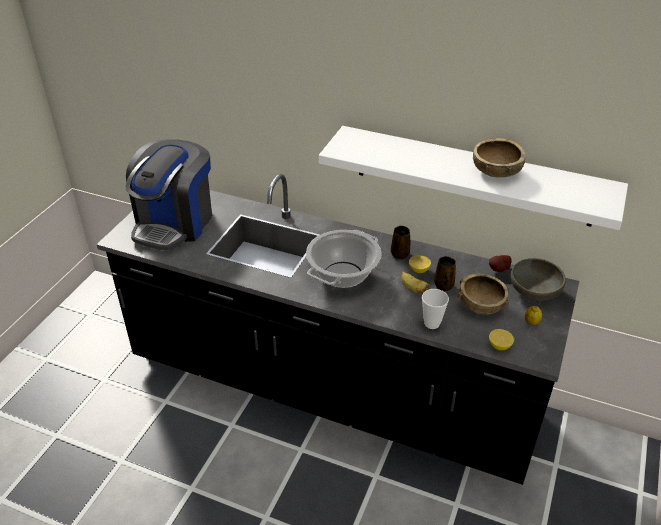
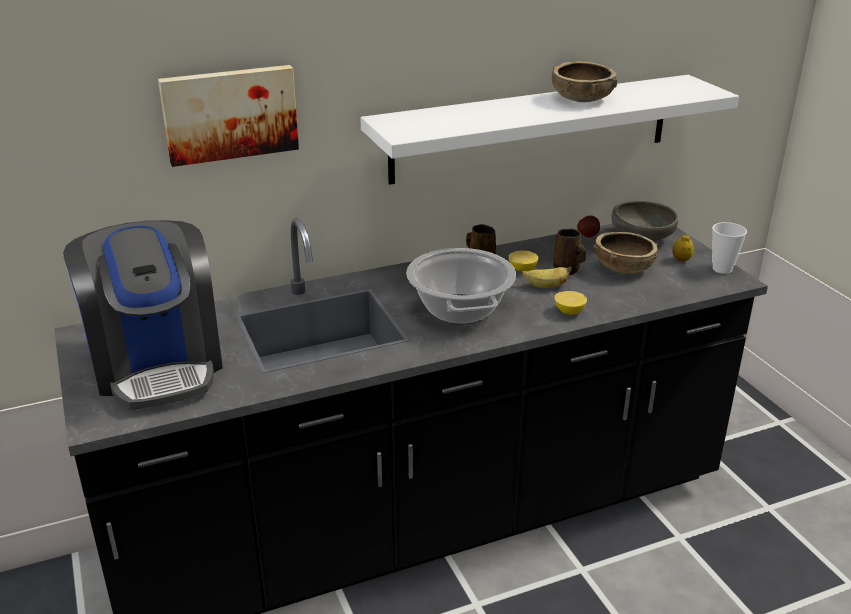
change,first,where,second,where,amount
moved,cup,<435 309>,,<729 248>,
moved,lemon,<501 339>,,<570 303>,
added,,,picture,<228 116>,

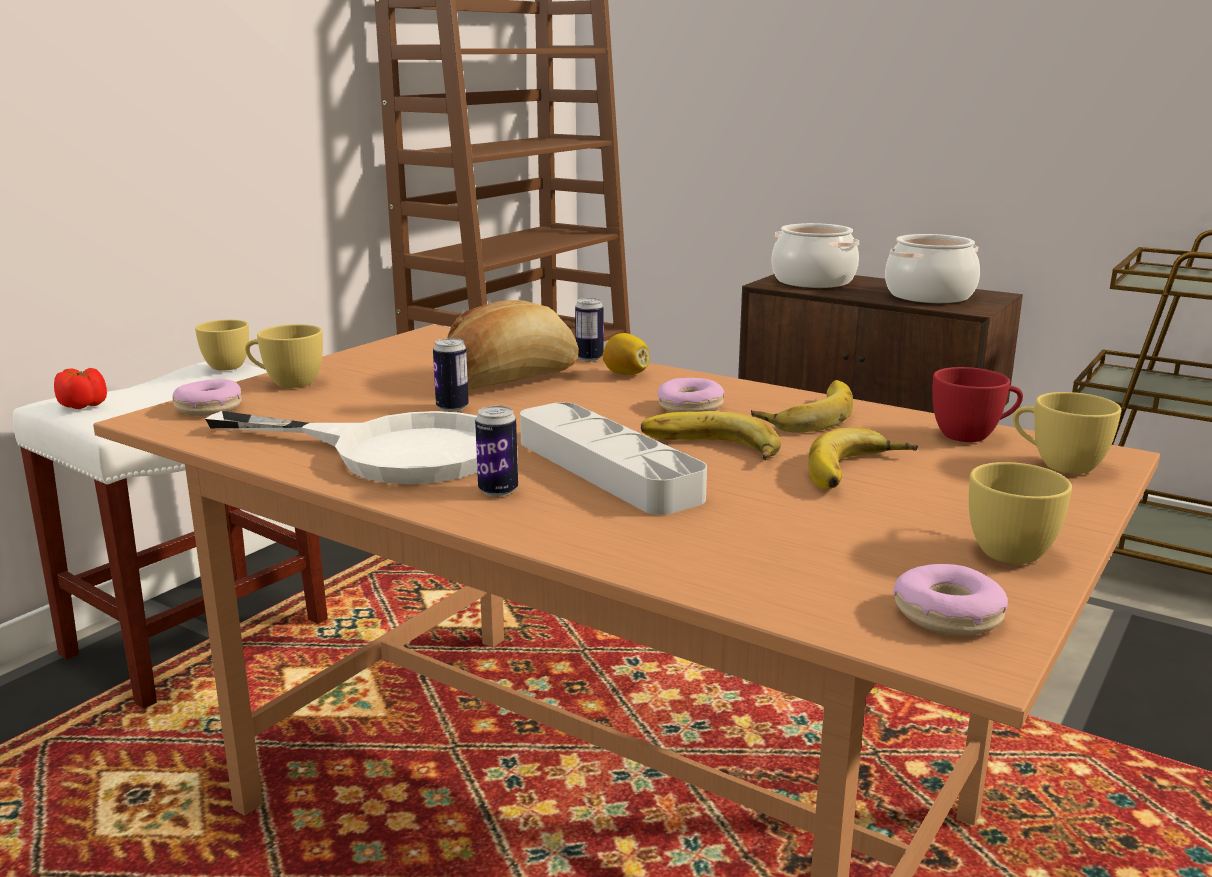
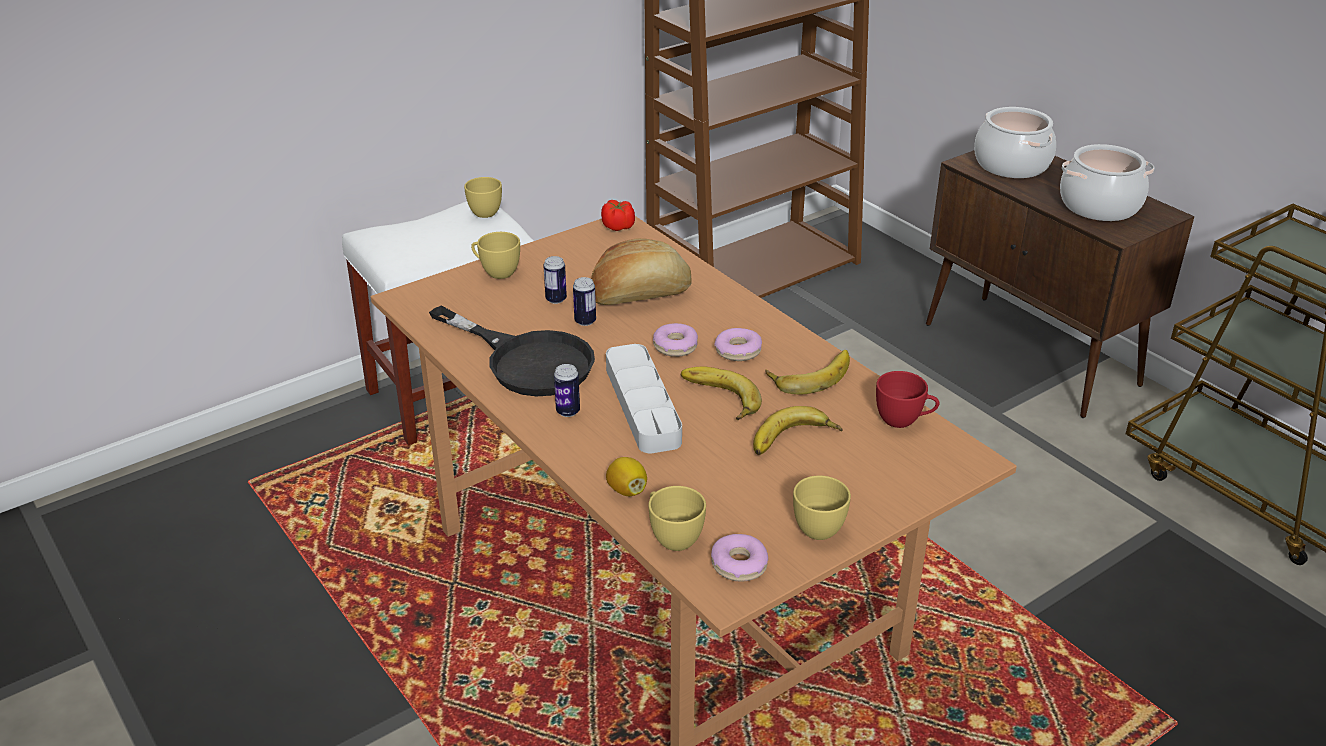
change,first,where,second,where,amount
moved,tomato,<80 388>,,<618 215>,
moved,donut,<207 397>,,<675 340>,
recoloured,frying pan (white),<341 447>,frying pan (black),<512 351>,
moved,can,<589 329>,,<555 280>,
moved,lemon,<626 354>,,<626 476>,
moved,cup (yellow),<1067 433>,,<677 518>,

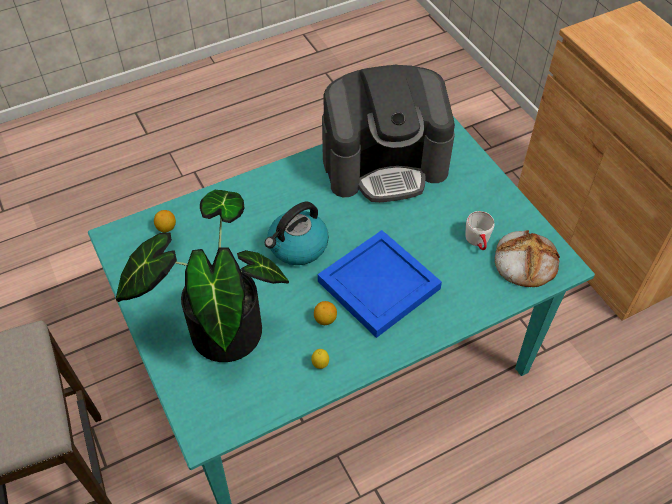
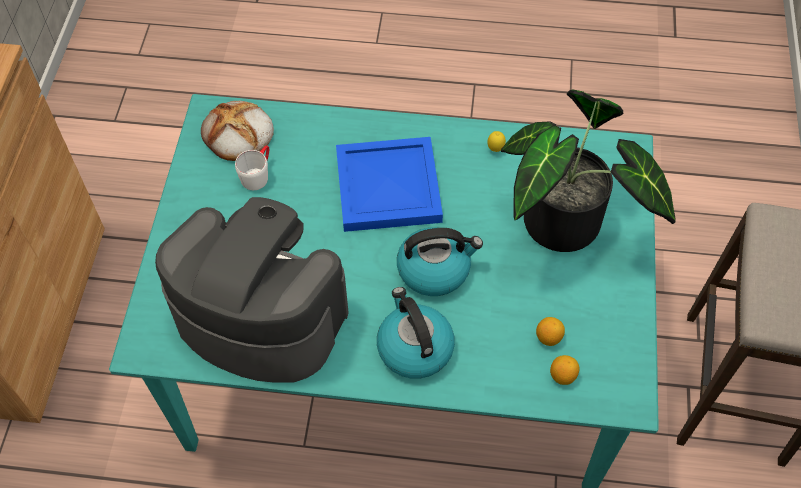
change,first,where,second,where,amount
moved,lemon,<325 313>,,<550 331>,
added,,,kettle,<416 333>,

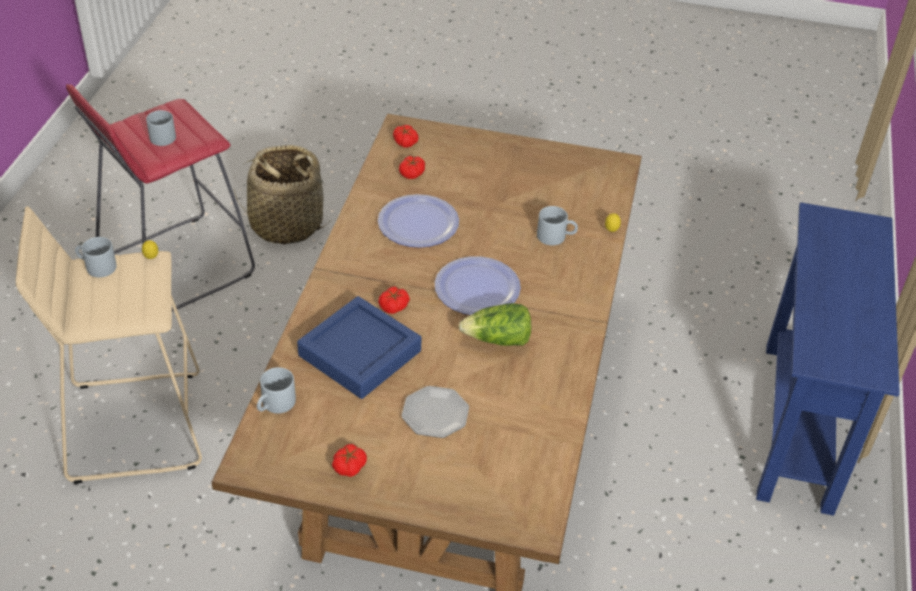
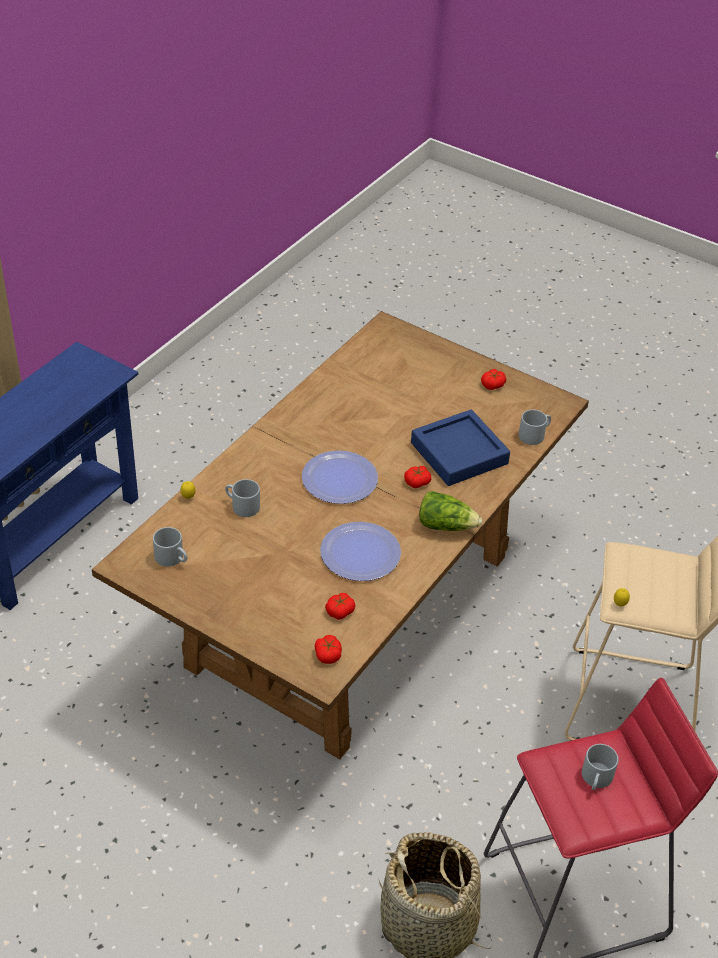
change,first,where,second,where,amount
moved,mug (grey),<96 257>,,<170 547>,
removed,plate,<435 412>,,,
moved,lettuce,<494 324>,,<450 511>,

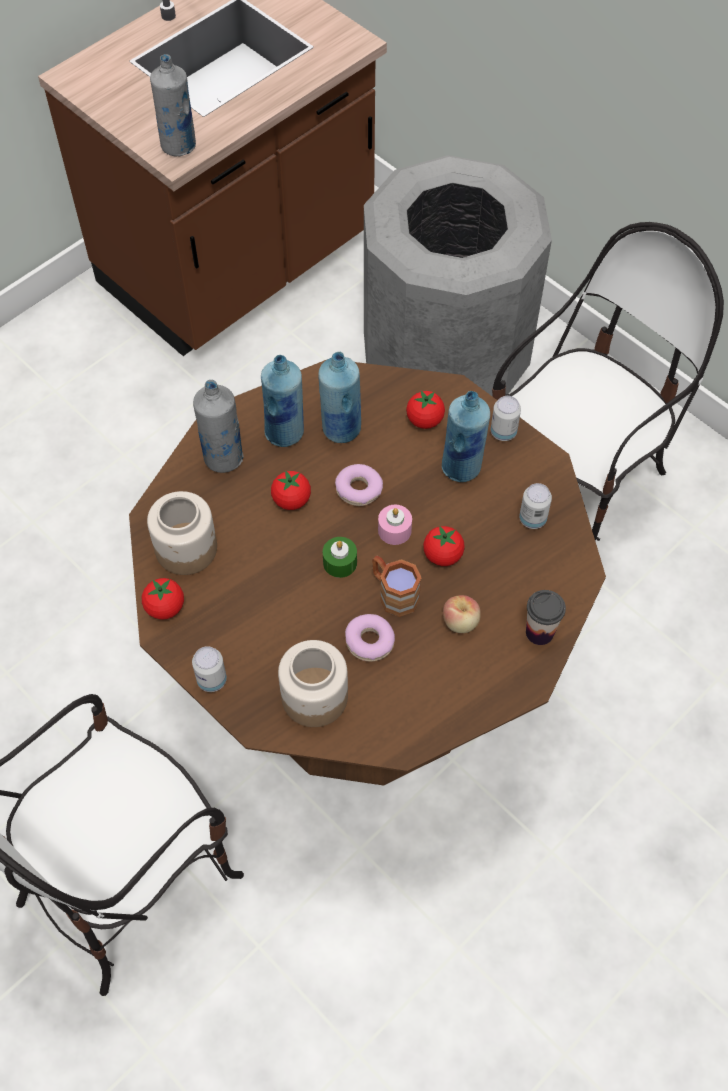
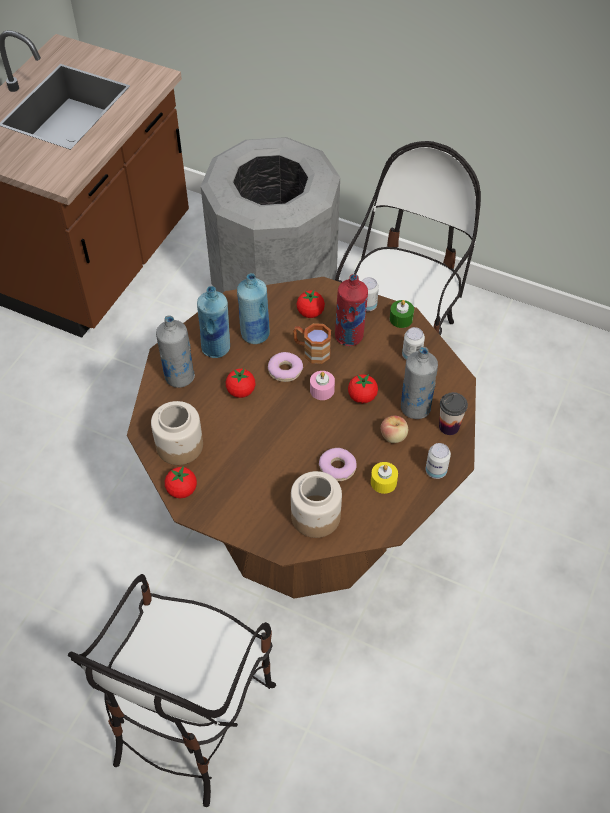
change,first,where,second,where,amount
moved,bottle (grey),<173 105>,,<419 383>,
moved,can,<209 669>,,<438 461>,
moved,candle (green),<340 557>,,<402 314>,
moved,mug (brown),<397 586>,,<312 343>,
recoloured,bottle (blue),<466 436>,bottle (red),<351 310>,
added,,,candle (yellow),<384 478>,

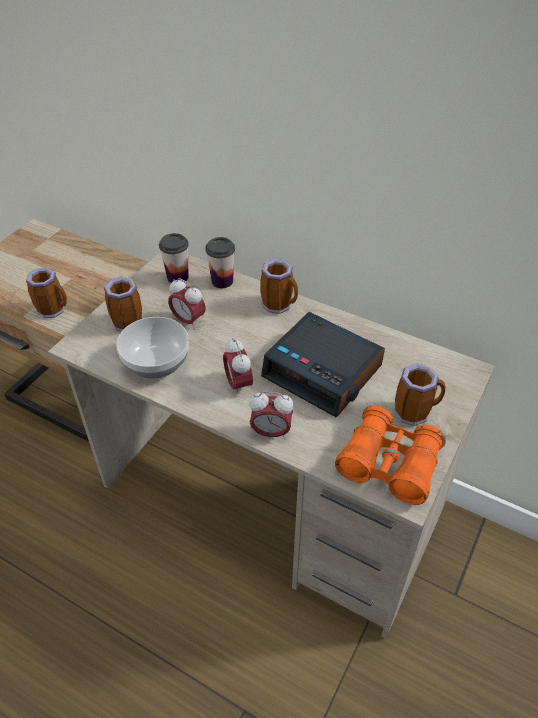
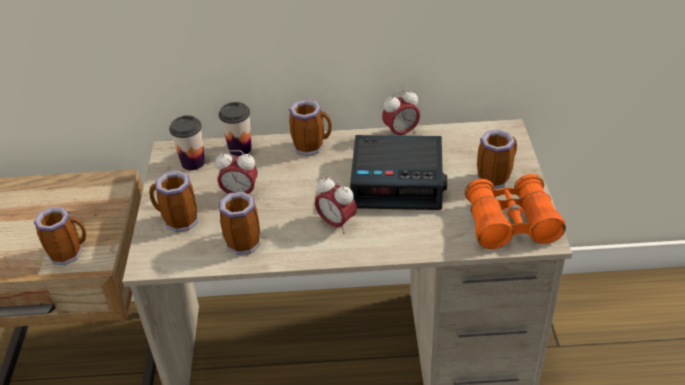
change,first,where,second,where,amount
replaced,bowl,<152 348>,mug,<240 223>,
moved,alarm clock,<271 415>,,<401 112>,

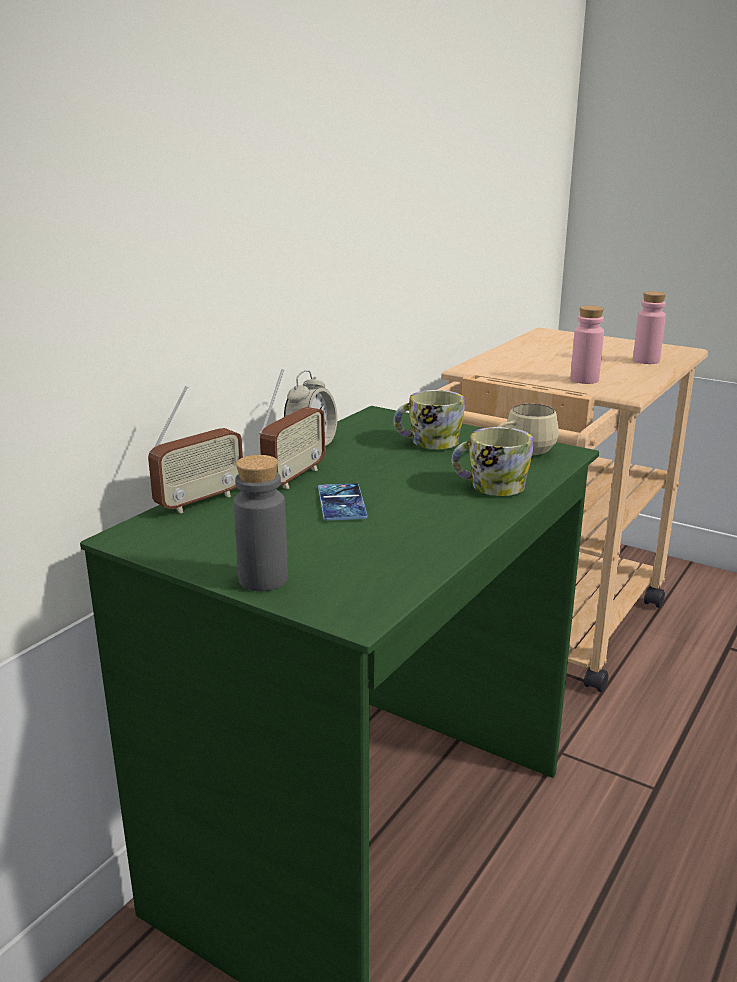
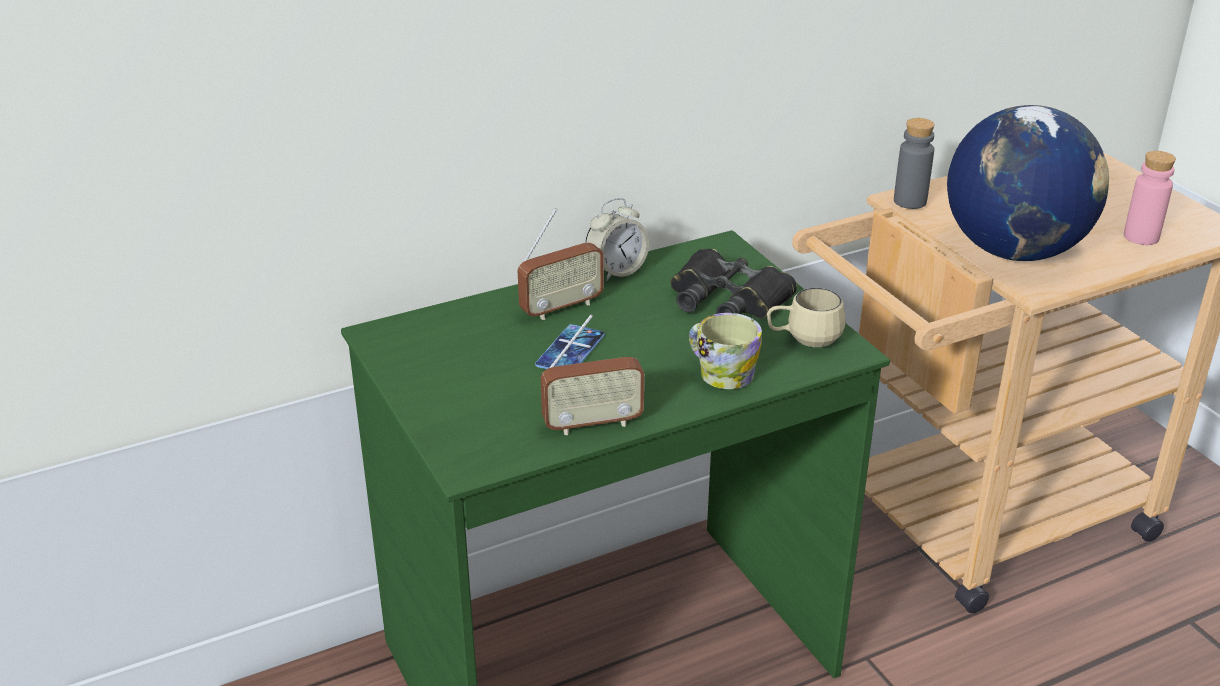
change,first,where,second,where,amount
moved,radio,<195 449>,,<592 375>,
moved,bottle (grey),<261 523>,,<914 163>,
replaced,mug,<429 419>,binoculars (black),<733 284>,
replaced,bottle (pink),<587 344>,globe,<1028 183>,

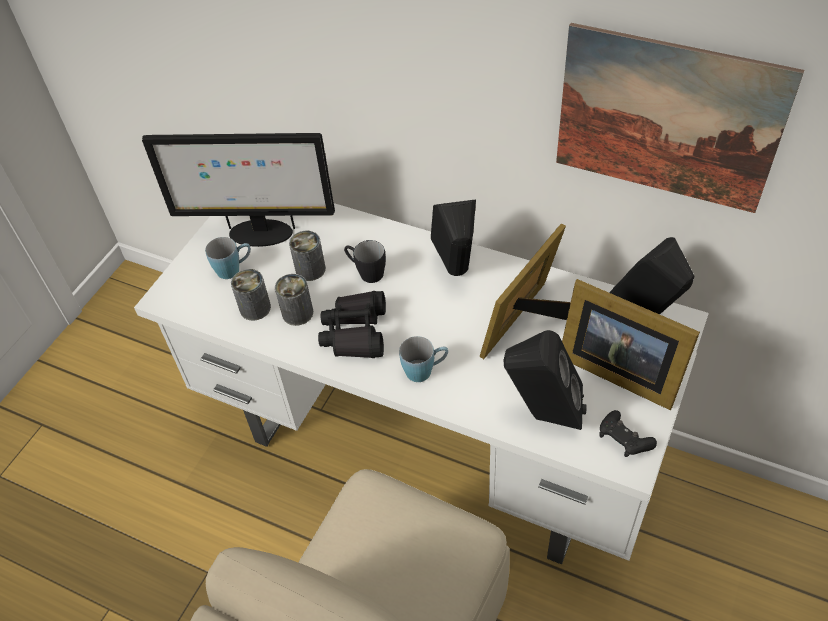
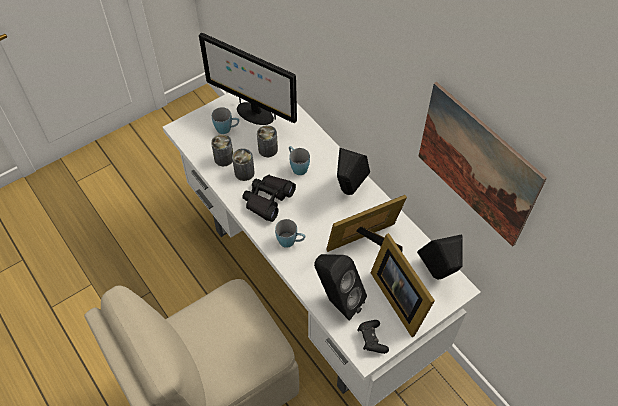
change,first,where,second,where,amount
recoloured,mug (black),<365 261>,mug (blue),<299 160>,

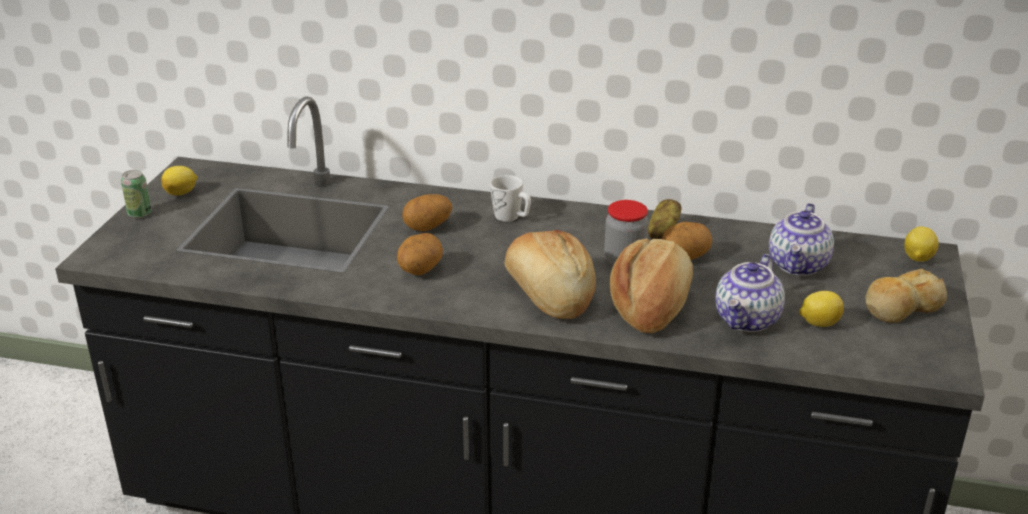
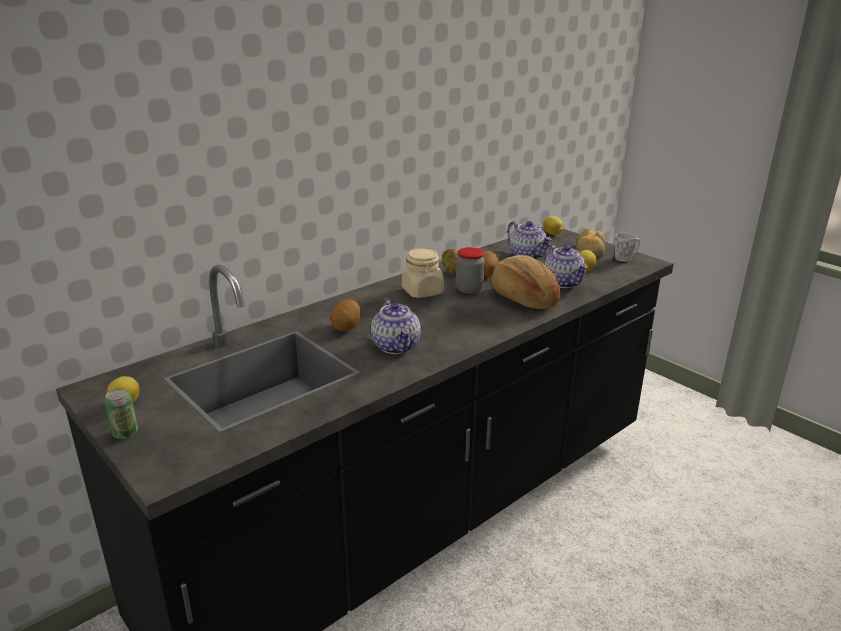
change,first,where,second,where,amount
replaced,potato,<420 254>,teapot,<396 326>,
moved,mug (white),<510 198>,,<627 247>,
removed,bread,<550 274>,,,
added,,,jar (beige),<423 273>,

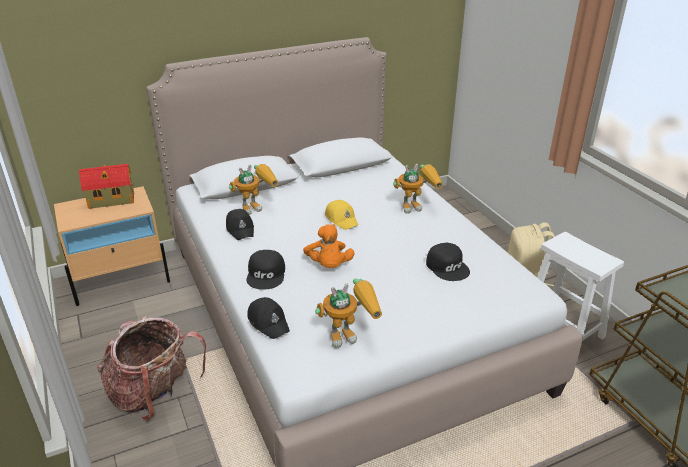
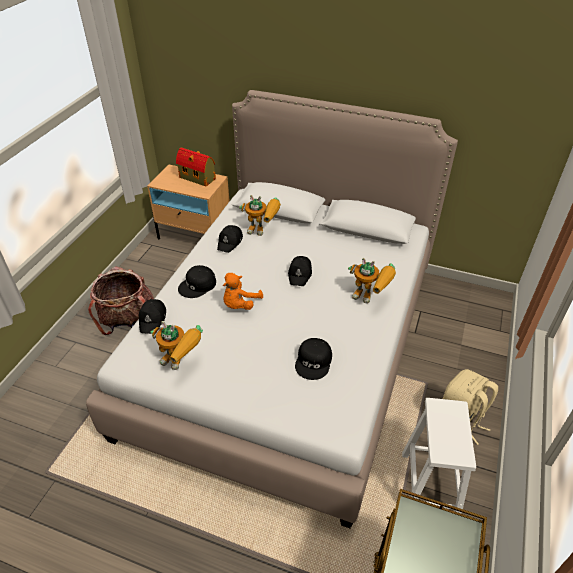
change,first,where,second,where,amount
recoloured,cap (yellow),<341 215>,cap (black),<300 271>,

